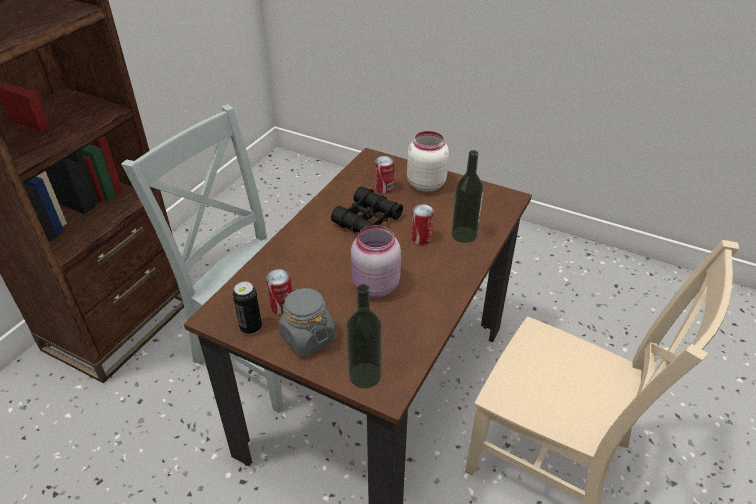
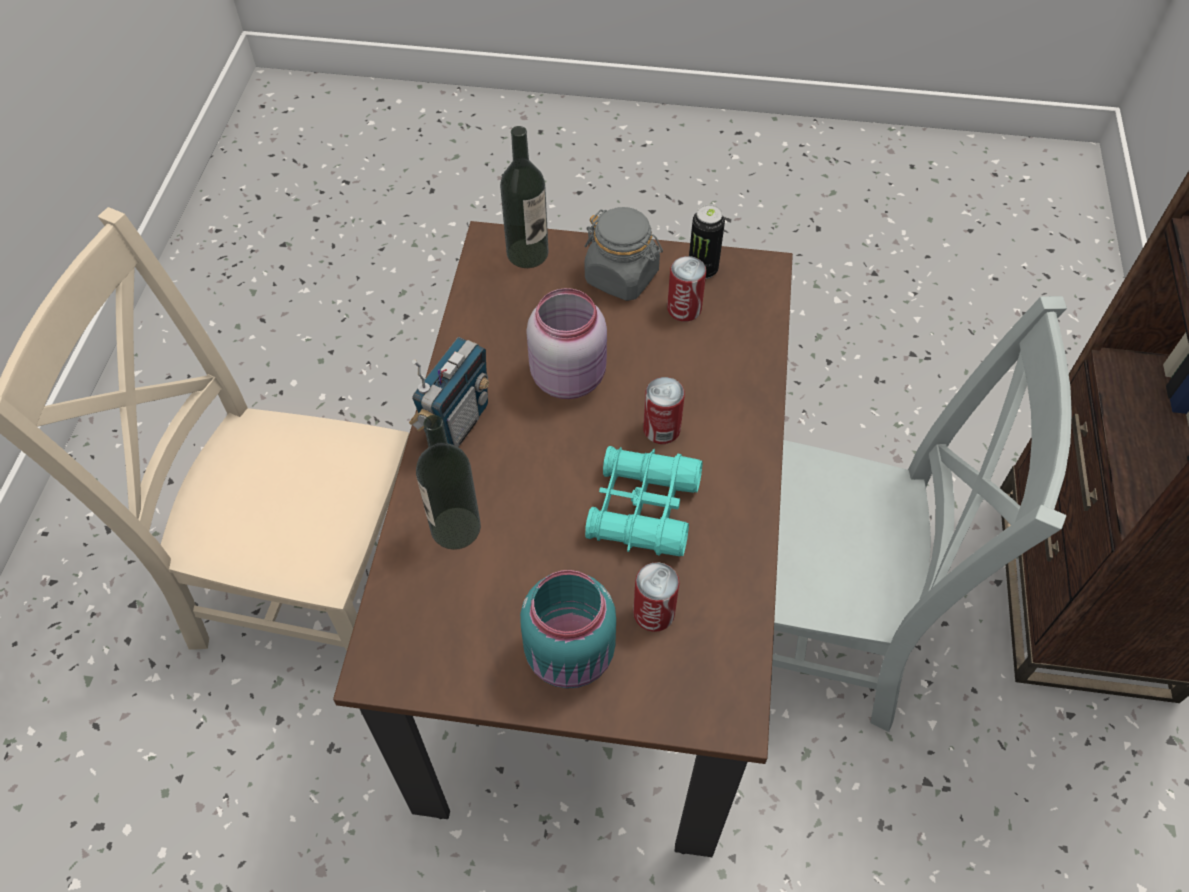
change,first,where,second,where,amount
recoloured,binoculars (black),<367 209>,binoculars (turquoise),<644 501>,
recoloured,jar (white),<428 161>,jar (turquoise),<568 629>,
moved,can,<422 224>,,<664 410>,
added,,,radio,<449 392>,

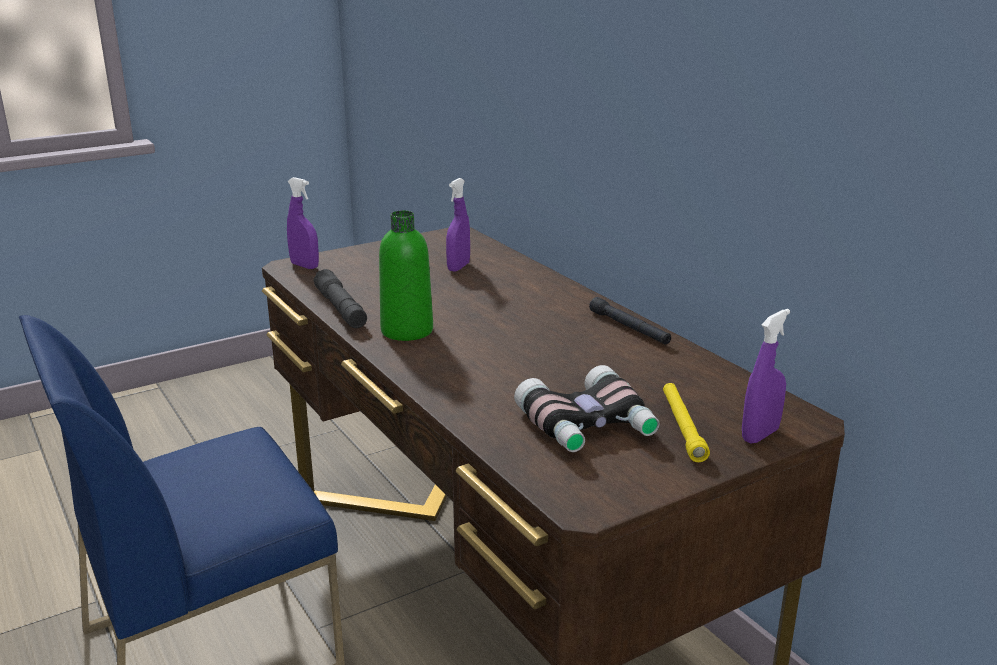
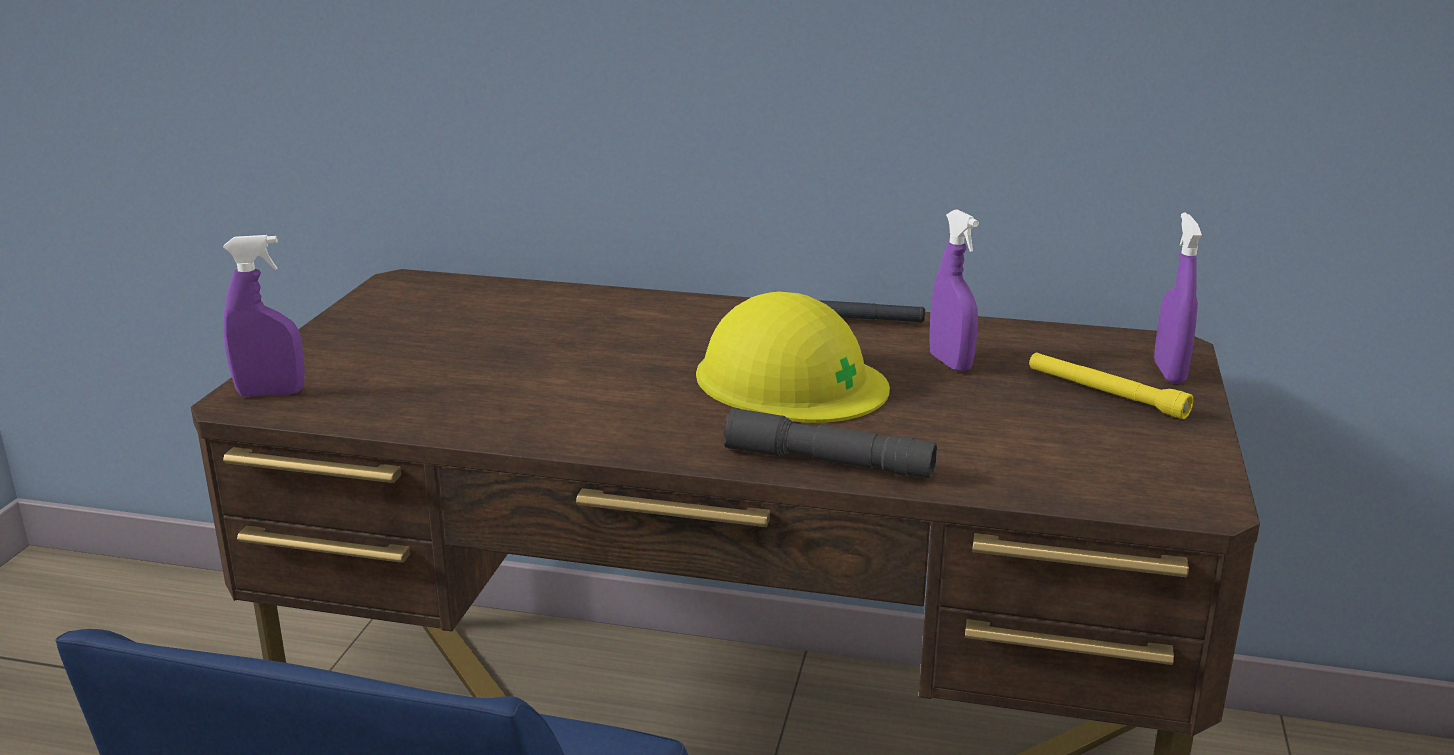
change,first,where,second,where,amount
moved,flashlight (grey),<340 298>,,<830 442>,
removed,bottle (green),<406 275>,,,
moved,spray bottle (purple),<458 225>,,<954 290>,
removed,binoculars,<587 408>,,,
added,,,hard hat (yellow),<793 357>,

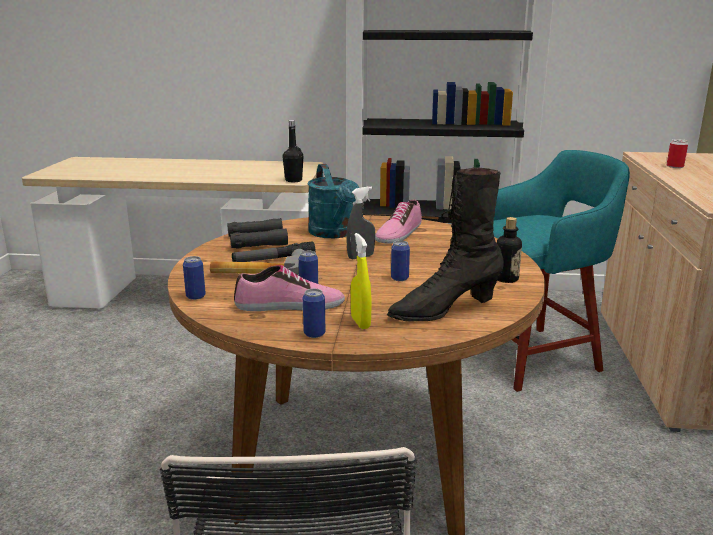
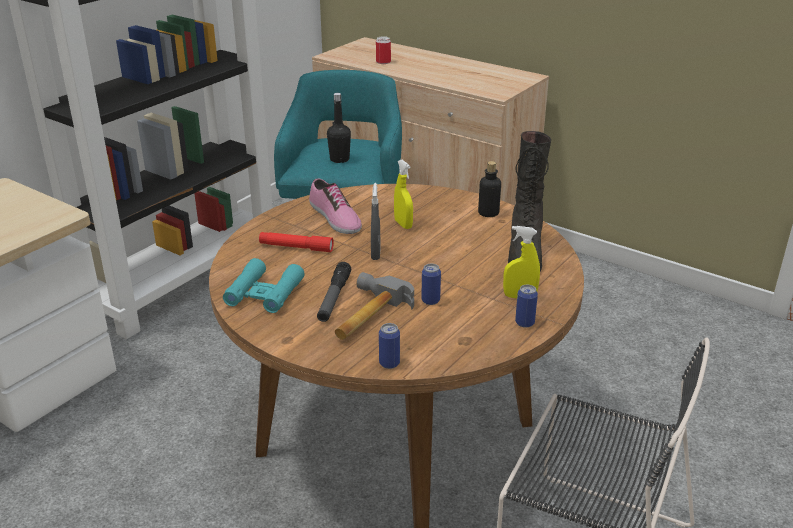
change,first,where,second,where,amount
recoloured,binoculars (black),<258 233>,binoculars (turquoise),<263 285>,
removed,shoe,<289 288>,,,
moved,bottle (black),<293 151>,,<339 128>,
replaced,watering can (turquoise),<333 201>,flashlight (red),<296 242>,
removed,can,<400 260>,,,
added,,,spray bottle (yellow),<403 194>,

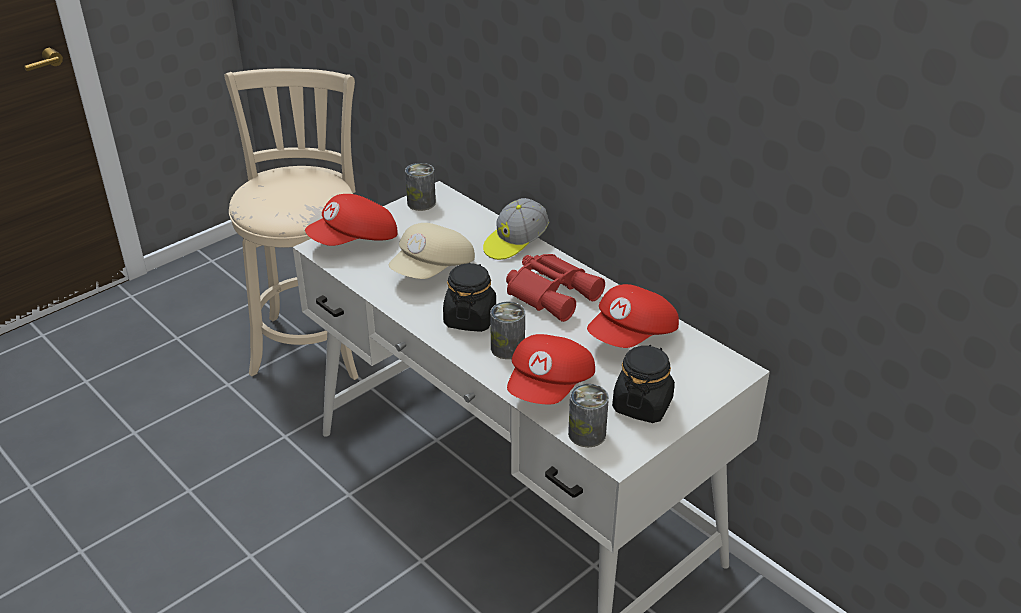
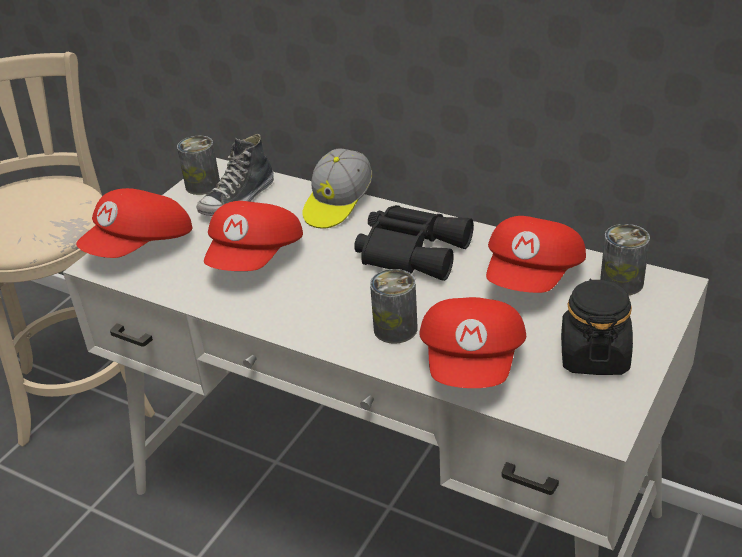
change,first,where,second,where,amount
recoloured,cap (beige),<432 251>,cap (red),<253 236>,
removed,jar (black),<469 297>,,,
recoloured,binoculars (red),<555 288>,binoculars (black),<414 243>,
moved,can,<588 415>,,<625 259>,
added,,,shoe,<235 175>,

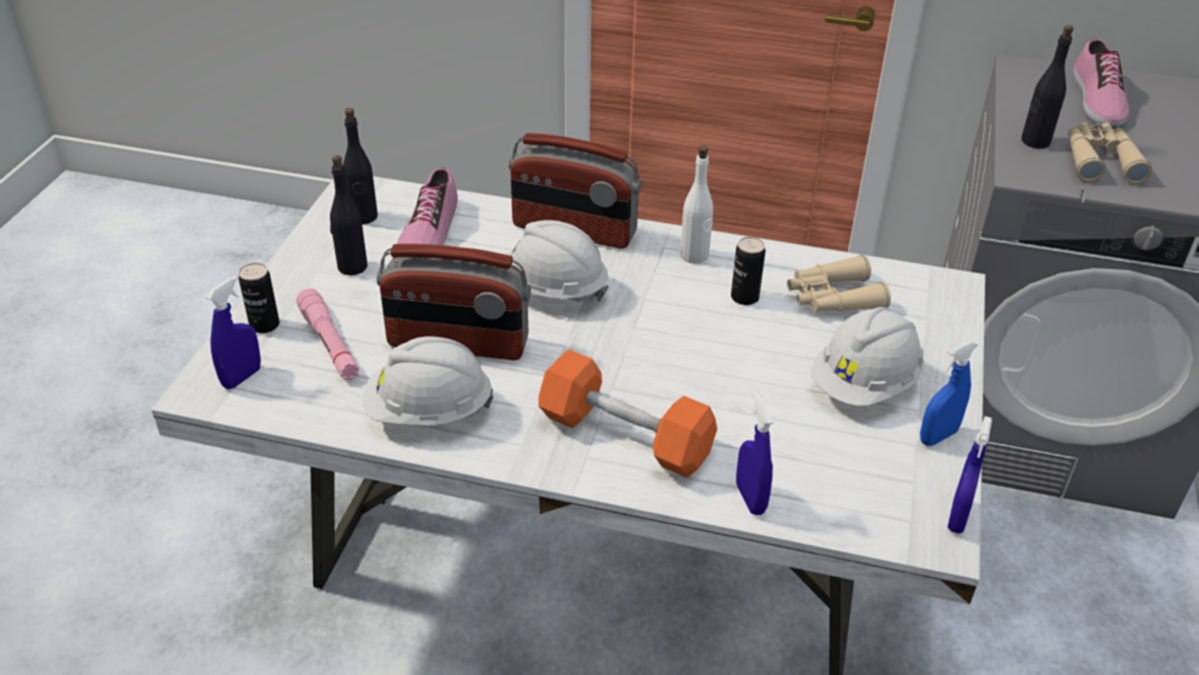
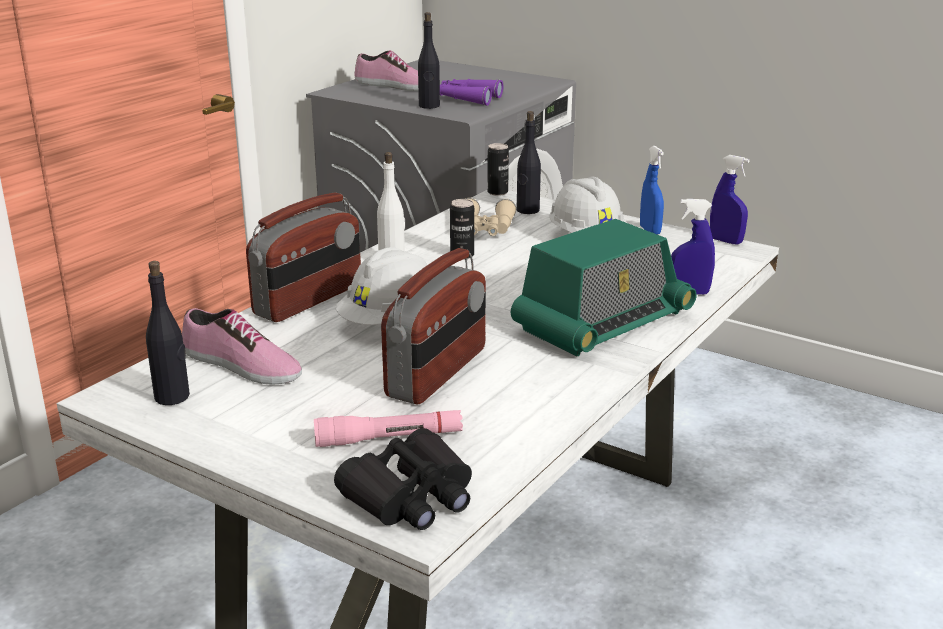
change,first,where,second,where,amount
replaced,spray bottle (blue),<233 332>,binoculars (black),<403 479>,
moved,can,<259 298>,,<498 169>,
moved,bottle (black),<349 215>,,<529 162>,
removed,hard hat (white),<428 381>,,,
replaced,dumbbell (orange),<627 413>,radio,<604 287>,
recoloured,binoculars (beige),<1110 152>,binoculars (purple),<471 92>,

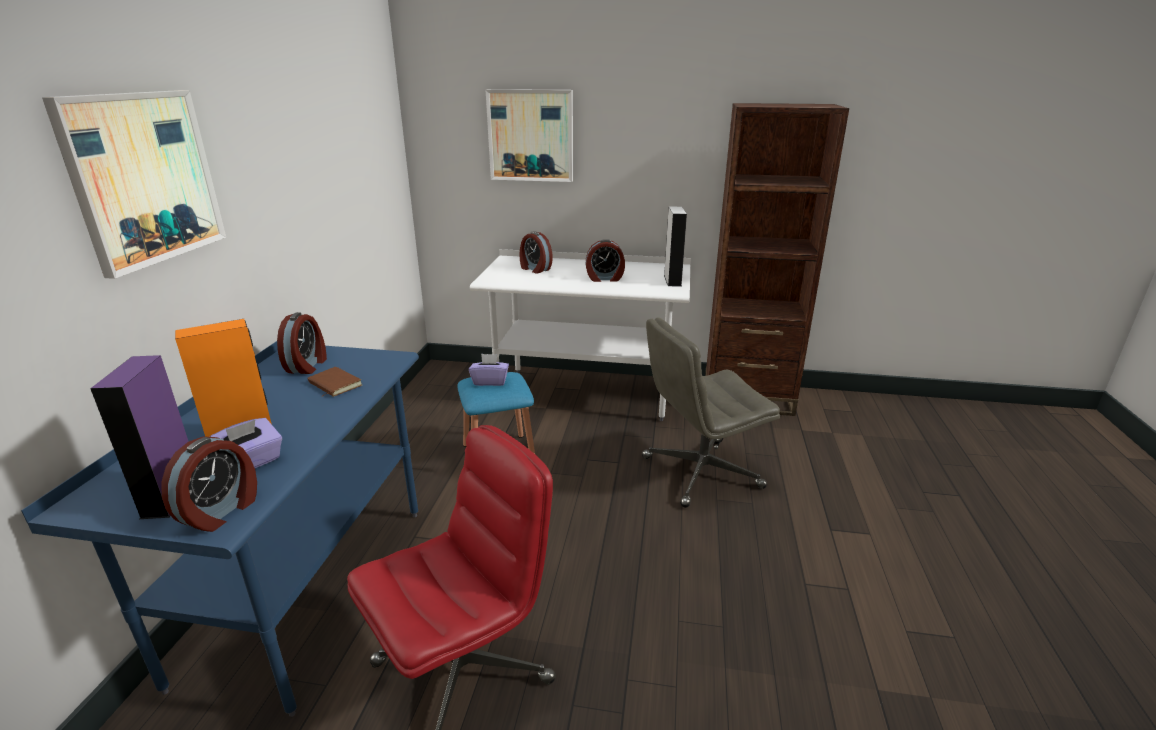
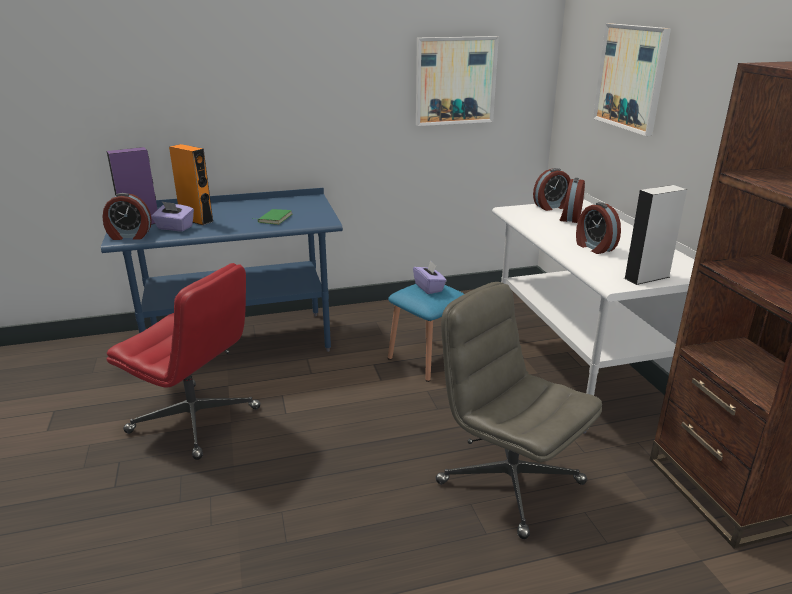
change,first,where,second,where,amount
moved,picture,<134 184>,,<457 81>,
moved,alarm clock,<302 343>,,<552 189>,
recoloured,book (brown),<334 382>,book (green),<272 217>,

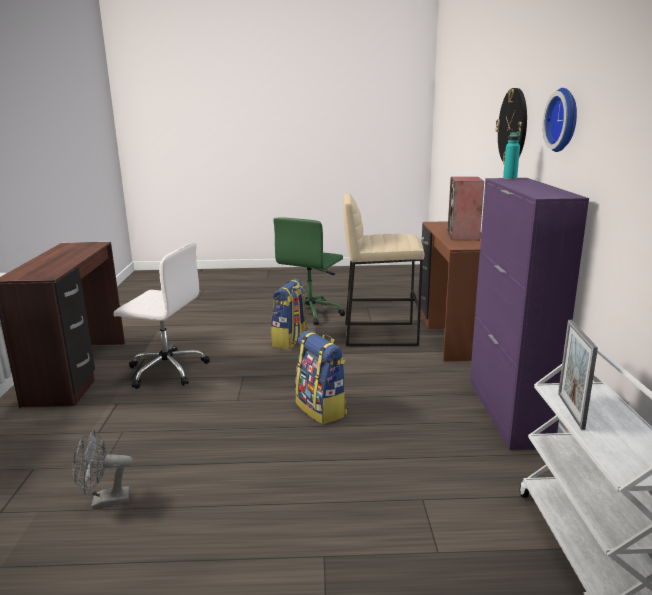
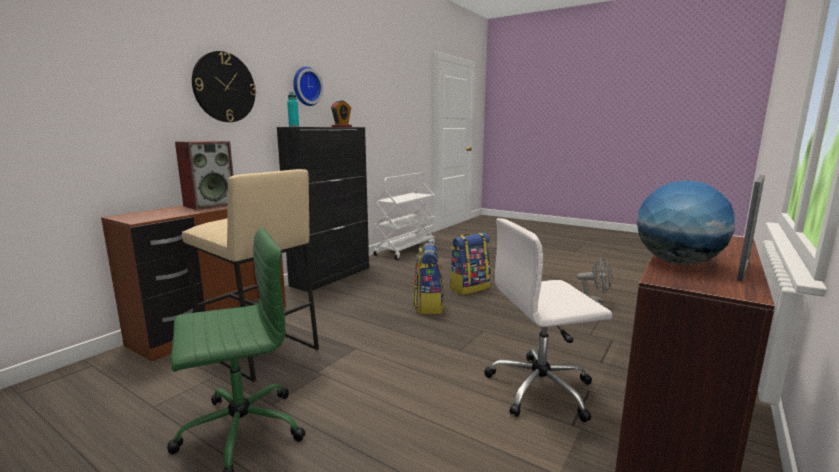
change,first,where,second,where,amount
turned,office chair (white),<162 316>,,<548 320>,60 degrees counterclockwise
moved,backpack,<289 314>,,<470 264>,
recoloured,cabinet (purple),<529 314>,cabinet (black),<323 209>,
moved,picture frame,<578 375>,,<751 228>,
added,,,alarm clock,<341 113>,
added,,,globe,<686 223>,

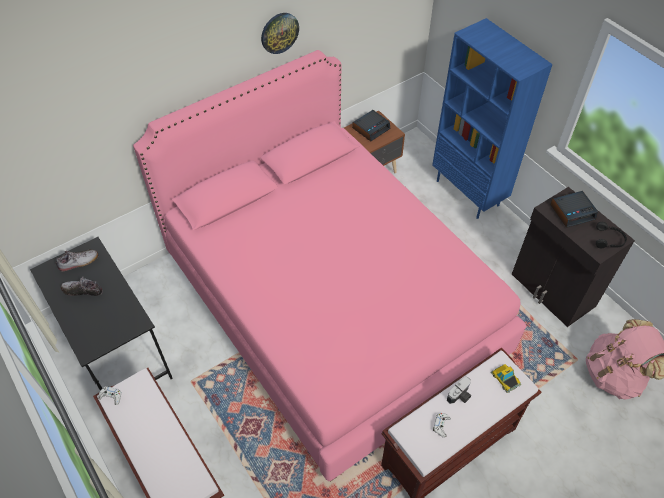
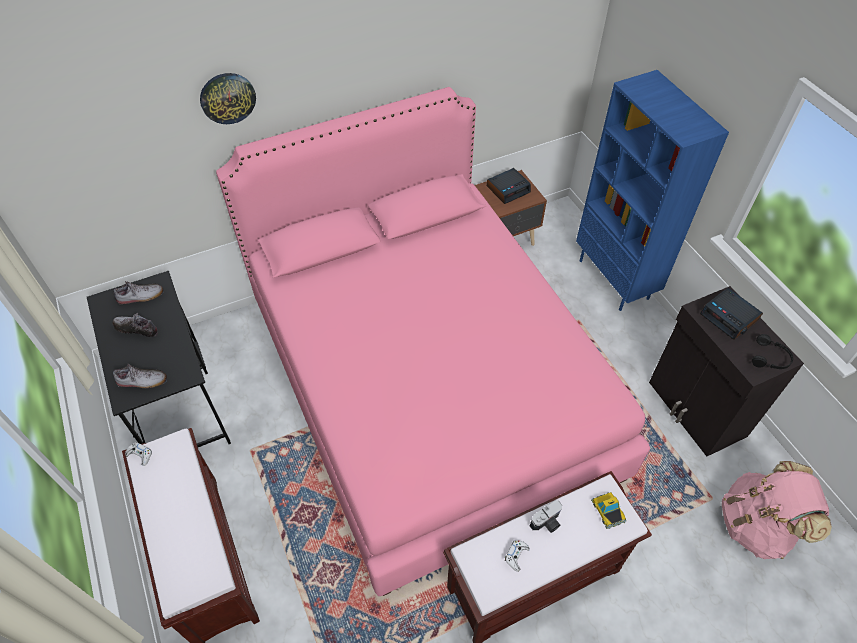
change,first,where,second,where,amount
moved,wall clock,<280 33>,,<228 98>,
turned,alarm clock,<574 209>,,<731 314>,60 degrees clockwise
added,,,shoe,<140 376>,

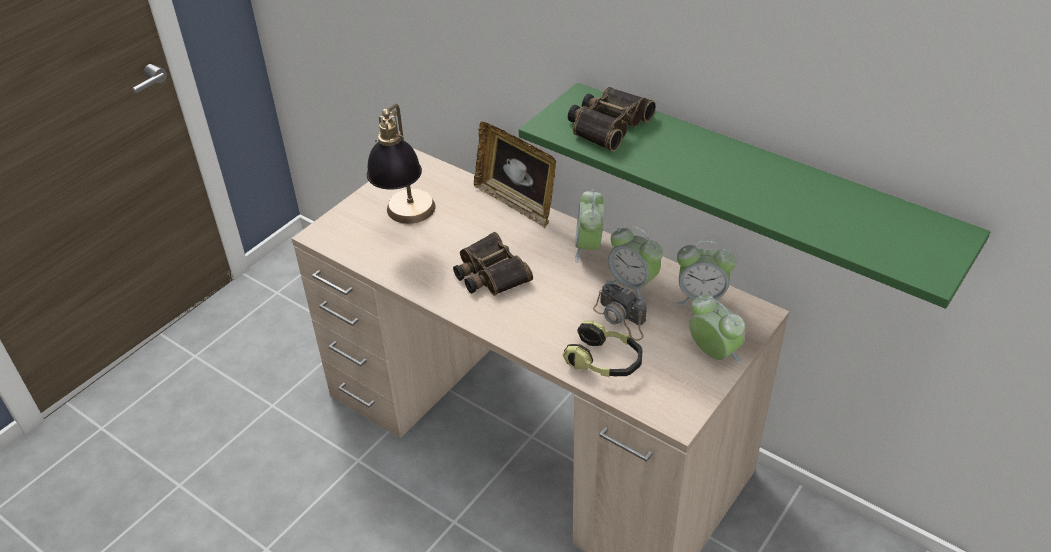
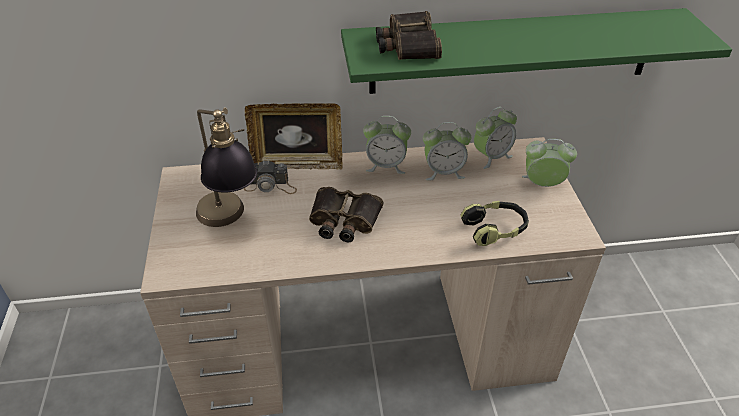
change,first,where,second,where,amount
turned,alarm clock,<589 226>,,<387 145>,45 degrees counterclockwise
moved,photo camera,<620 312>,,<270 177>,

